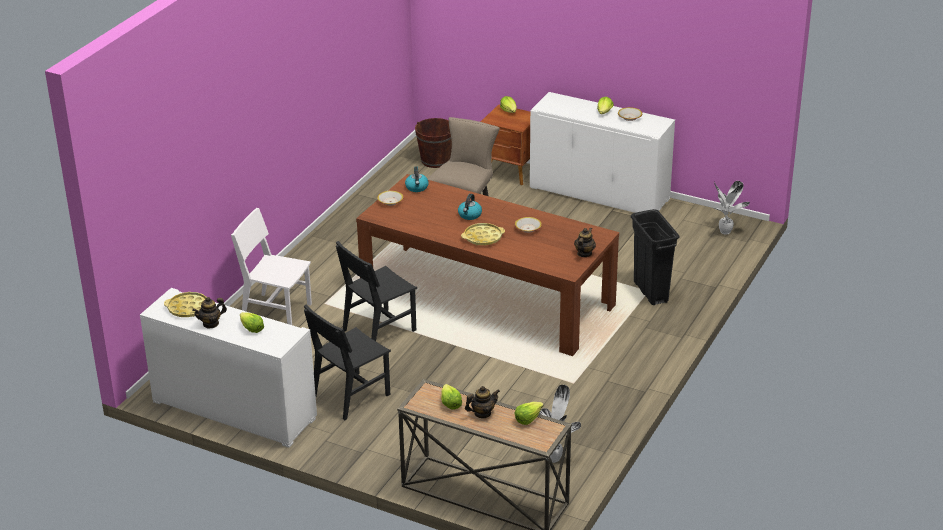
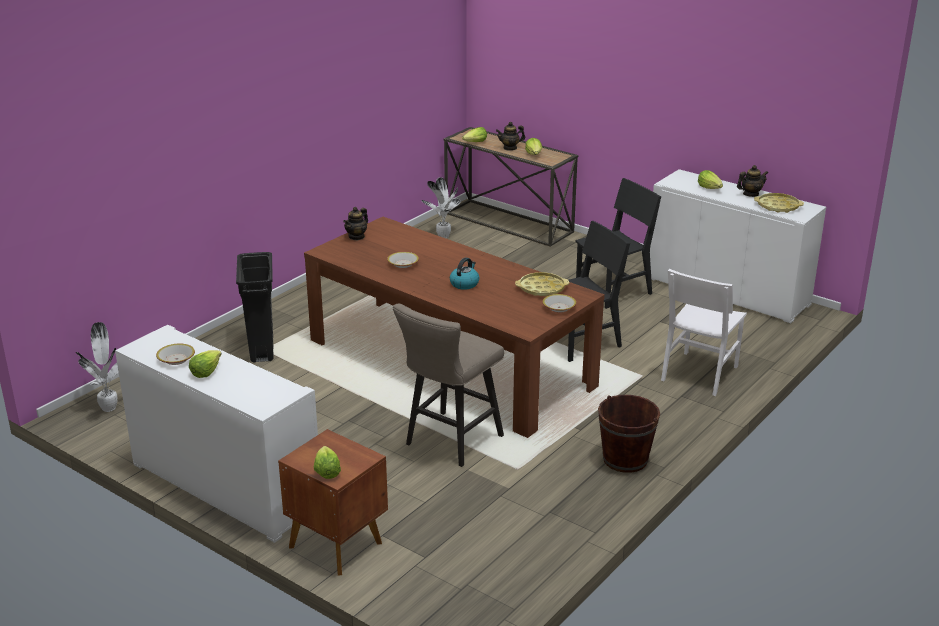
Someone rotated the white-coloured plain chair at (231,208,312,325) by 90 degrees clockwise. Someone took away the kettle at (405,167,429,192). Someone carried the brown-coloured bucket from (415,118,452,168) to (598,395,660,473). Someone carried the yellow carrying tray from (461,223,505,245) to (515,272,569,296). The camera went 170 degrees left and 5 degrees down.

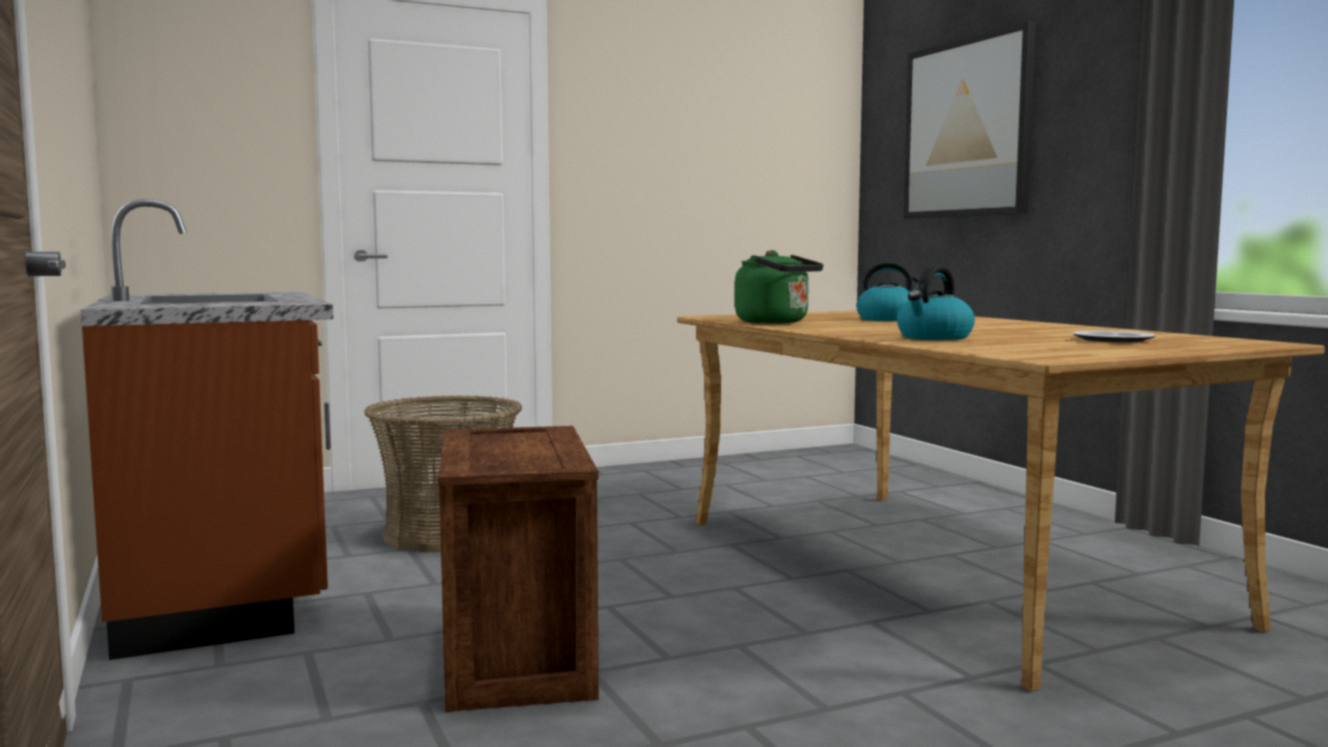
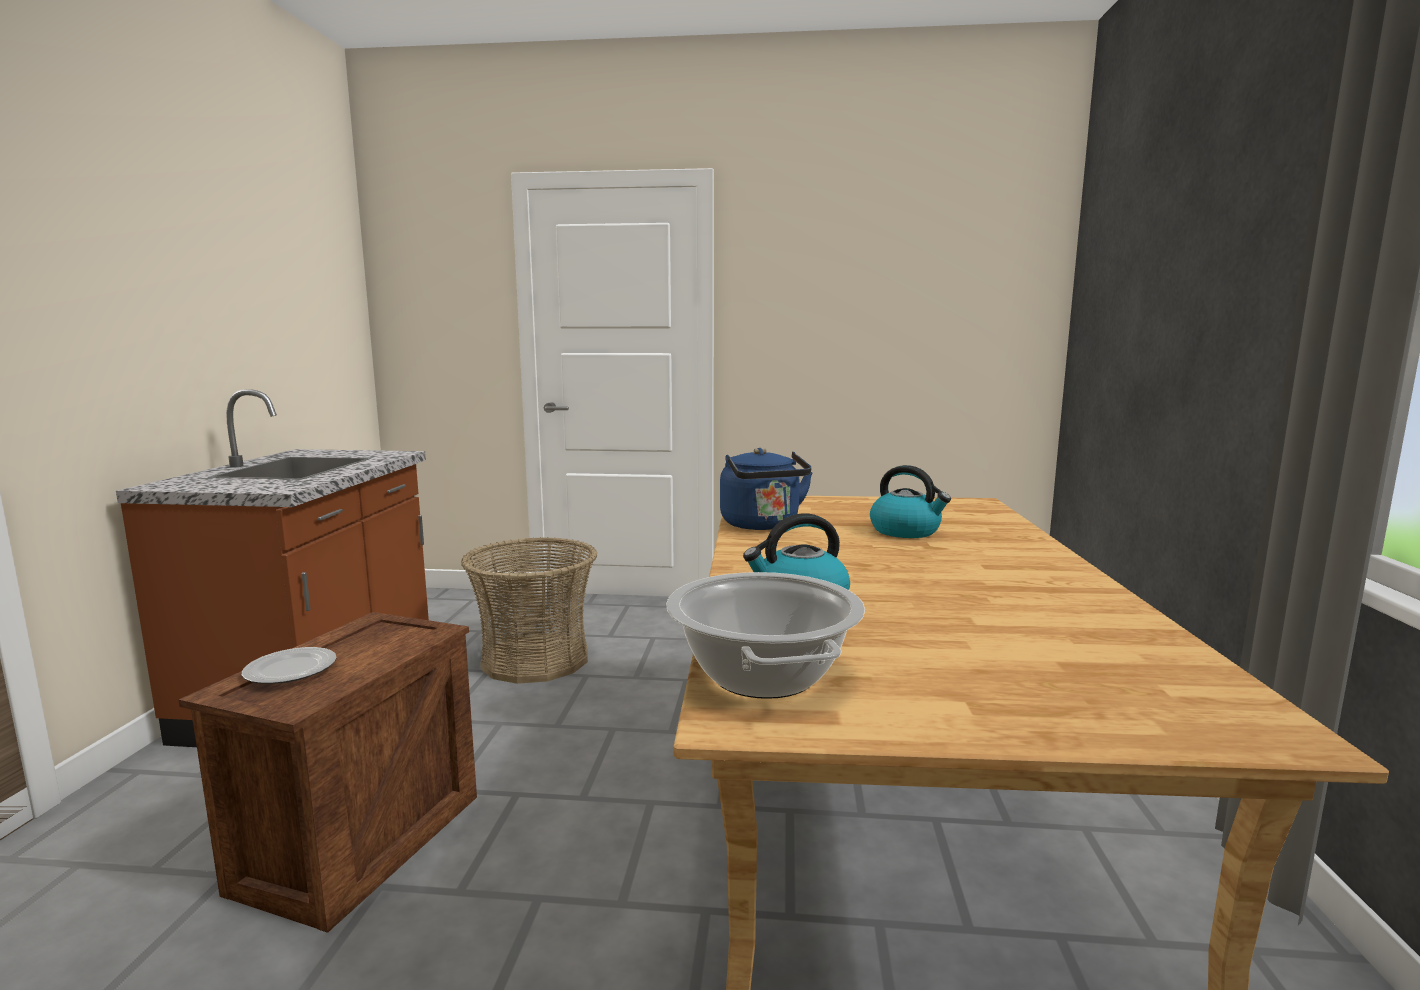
Someone repainted the green kettle at (735,250,823,324), which became the blue-coloured kettle at (720,448,812,530). Someone took away the picture at (904,21,1036,219). Someone carried the plate from (1072,331,1156,343) to (242,647,337,684). Someone put down the stockpot at (666,572,865,699). The camera went 30 degrees right and 5 degrees up.

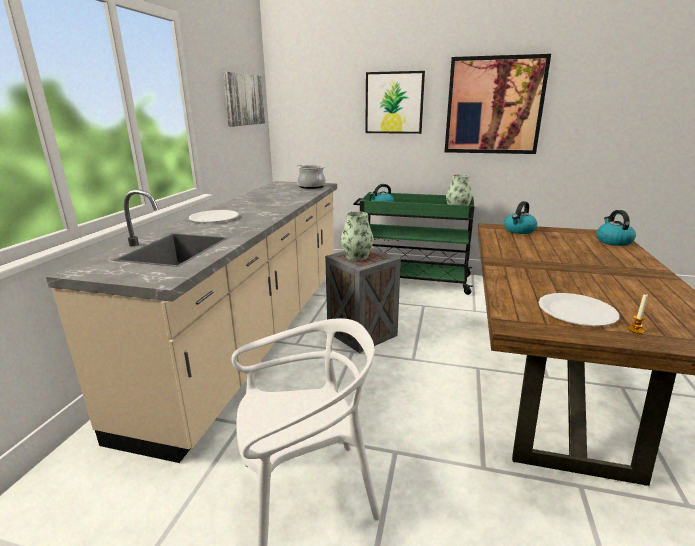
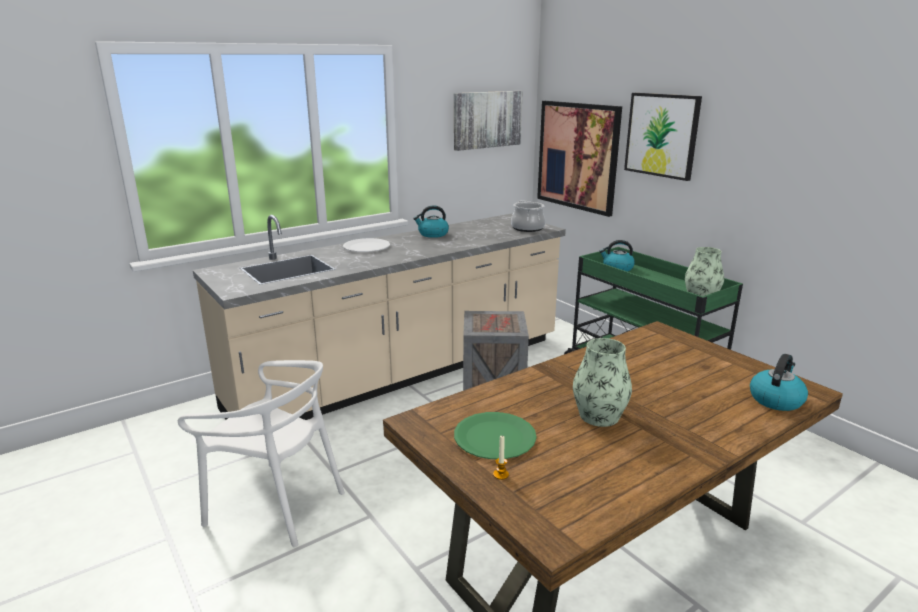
Someone carried the vase from (341,211,373,261) to (573,338,632,427). Someone carried the picture from (445,54,551,154) to (537,101,622,217). Someone carried the kettle from (504,201,537,234) to (413,205,449,238). Someone repainted the white-coloured plate at (538,293,619,326), which became the green plate at (454,412,537,459). The camera went 40 degrees right and 0 degrees up.

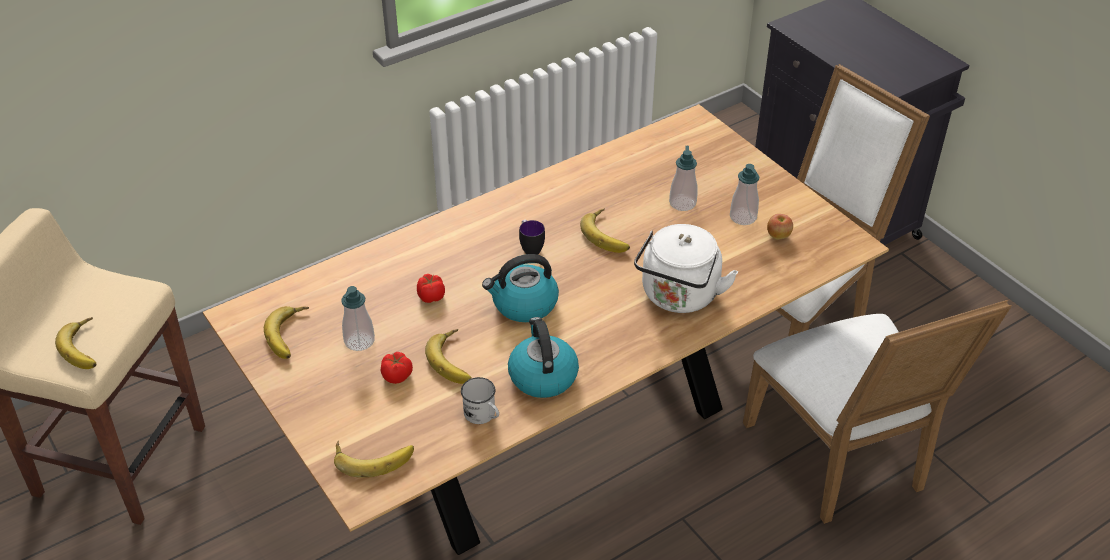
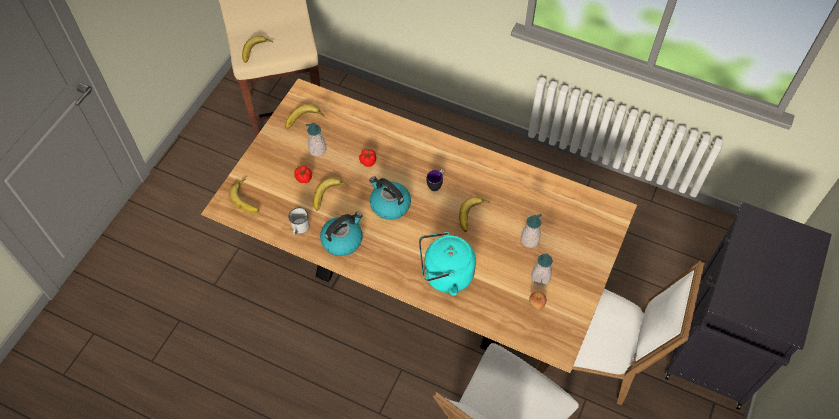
Someone repainted the white-coloured kettle at (634,224,738,313), which became the blue-green kettle at (419,232,476,296). The camera went 60 degrees right and 15 degrees up.

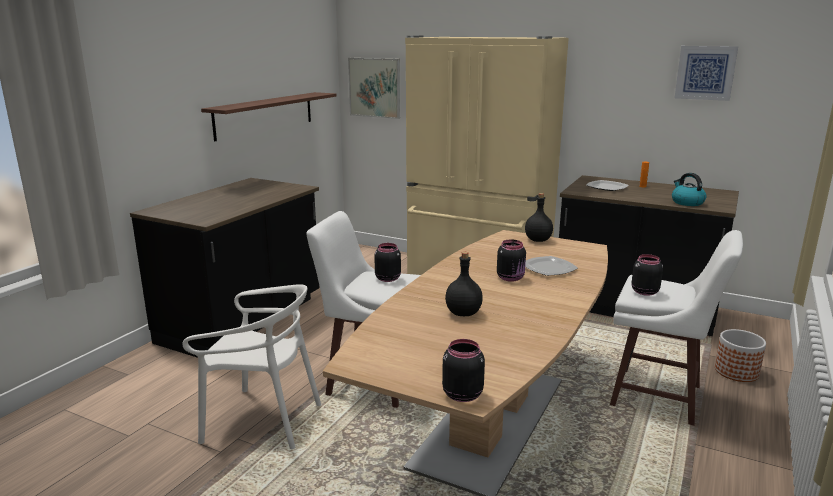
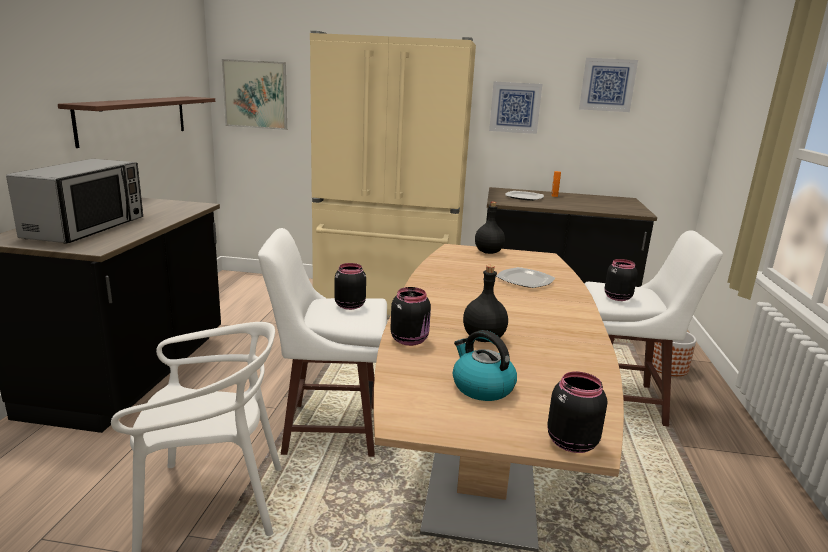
Someone carried the black-coloured preserve jar from (497,239,526,282) to (390,287,431,346). Someone carried the kettle from (672,173,706,206) to (453,330,517,401). Someone put down the microwave oven at (6,159,143,244). Someone put up the picture at (489,82,542,134). The camera went 20 degrees left and 0 degrees up.

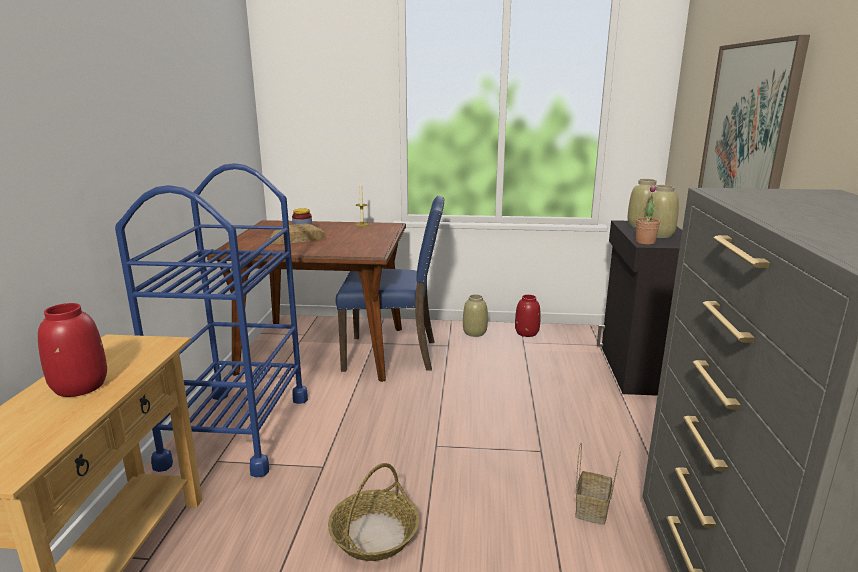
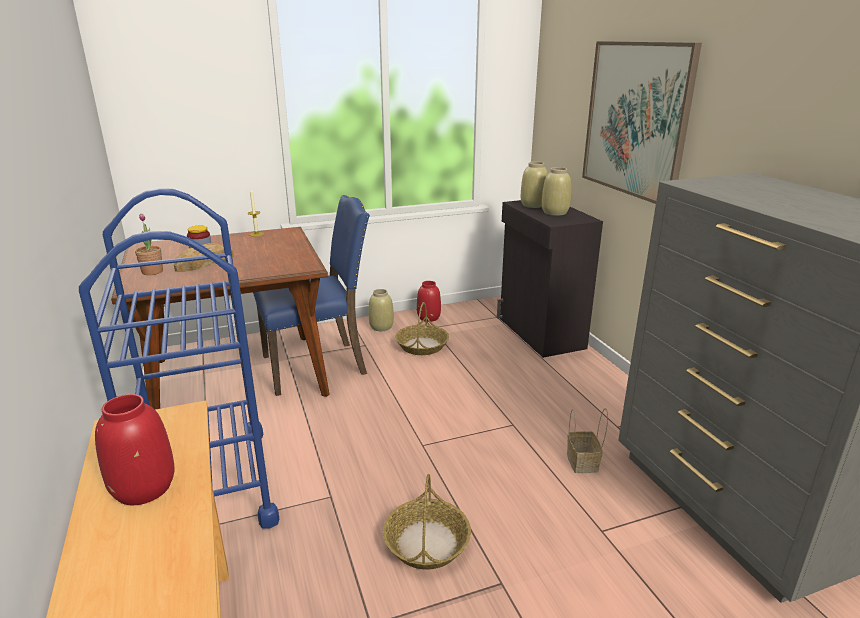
Someone carried the potted plant from (636,185,660,245) to (135,214,163,275). Someone put down the basket at (395,302,449,355). The camera went 25 degrees left and 5 degrees up.

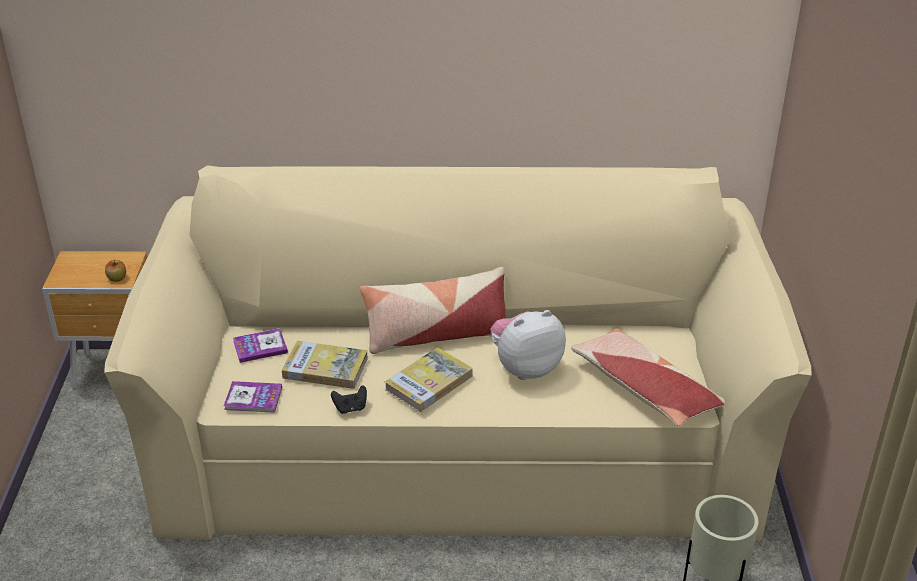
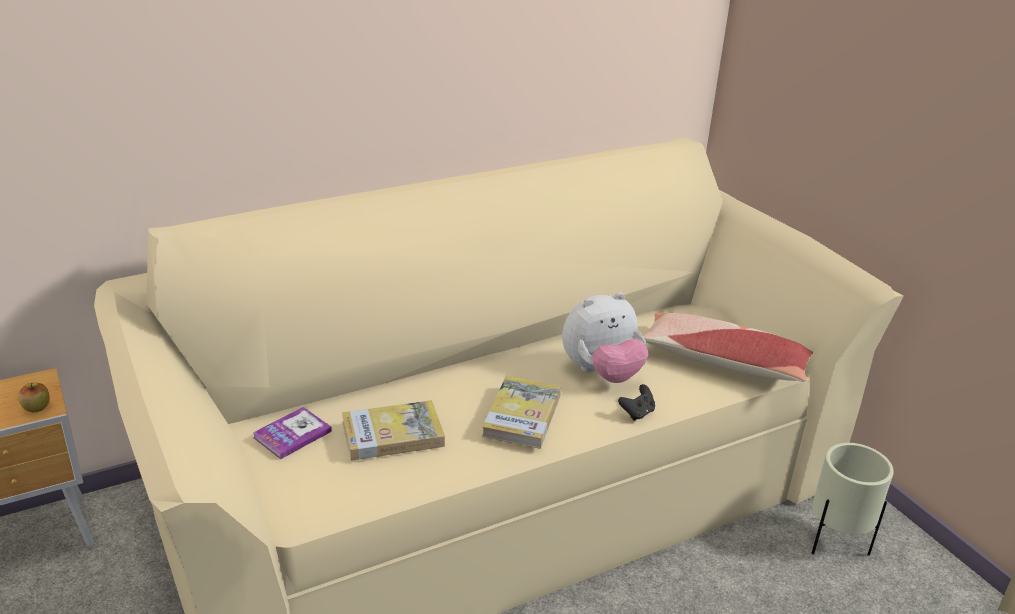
Someone took away the volume at (224,381,282,413). Someone carried the black-coloured joypad from (331,385,367,414) to (618,384,655,421). Someone took away the pillow at (360,267,506,354). Someone rotated the soft toy at (490,310,566,380) by 150 degrees counterclockwise. The camera went 30 degrees left and 5 degrees down.

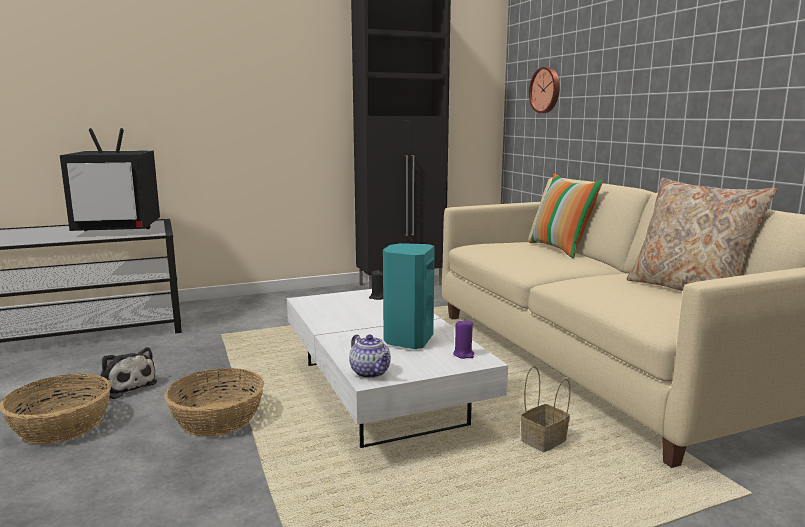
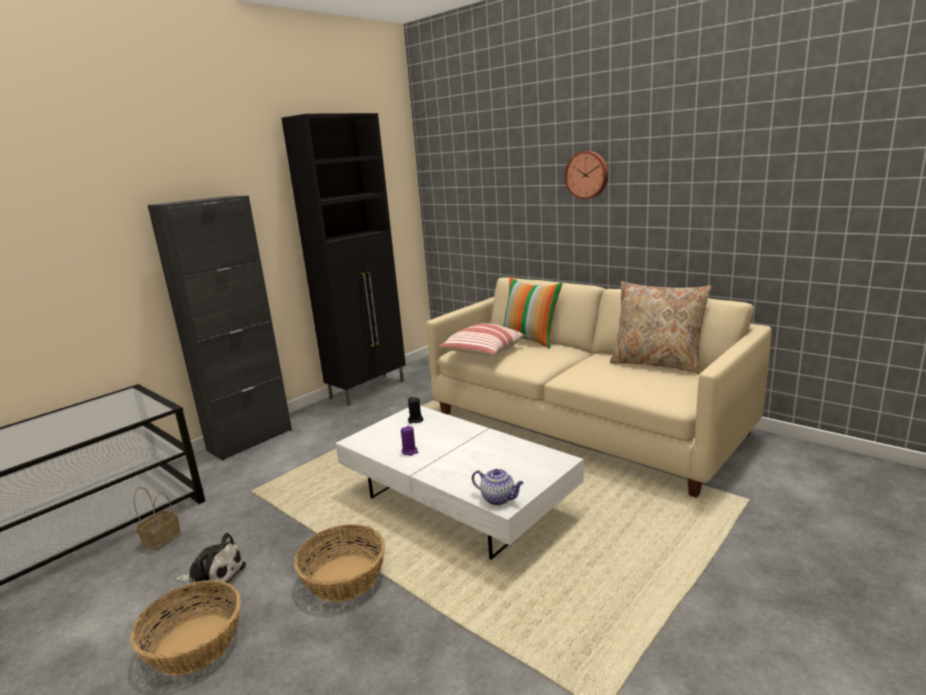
Someone took away the TV at (60,128,160,231). Someone took away the blue-green speaker at (383,243,435,349). Someone carried the purple-coloured wax candle from (453,319,474,359) to (401,426,418,456). Someone carried the basket from (520,366,570,452) to (133,487,181,551). Someone carried the wall clock from (529,67,560,113) to (565,151,608,199). Someone put down the black-coloured cupboard at (148,196,292,461). Someone put down the pillow at (438,323,526,356). The camera went 25 degrees left and 5 degrees up.

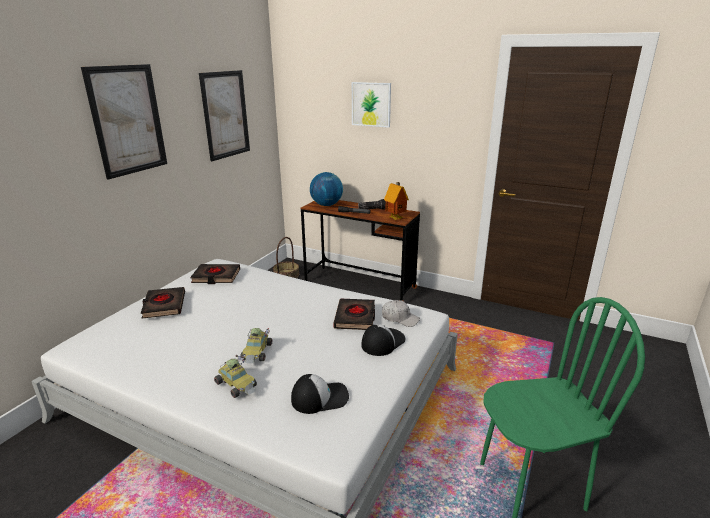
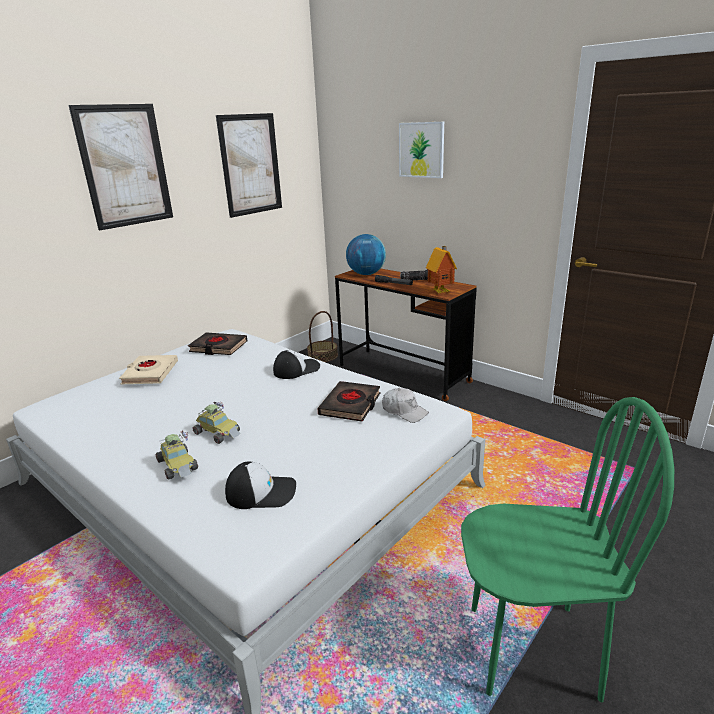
Someone repainted the black-coloured volume at (141,287,185,319), which became the beige-coloured volume at (119,355,178,384). Someone rotated the toy car at (240,328,272,364) by 75 degrees counterclockwise. Someone carried the baseball cap from (361,324,405,356) to (273,350,320,379). The camera went 15 degrees right and 0 degrees up.

